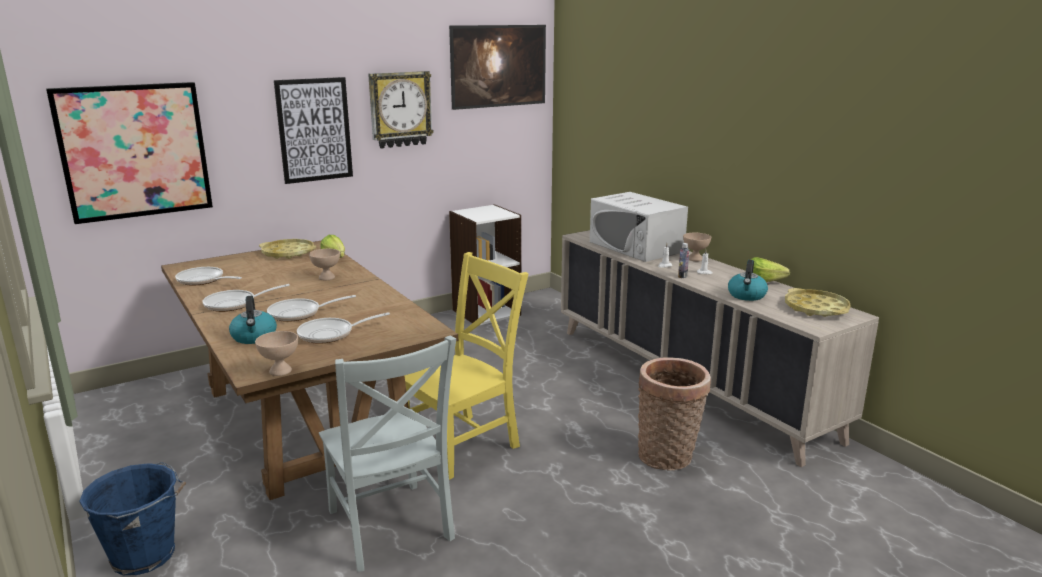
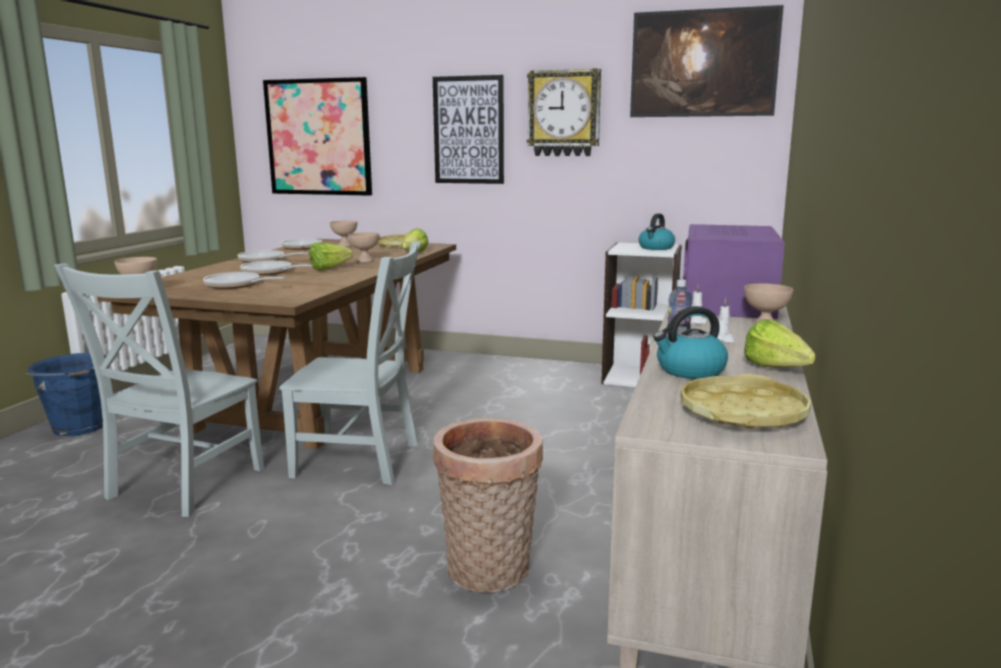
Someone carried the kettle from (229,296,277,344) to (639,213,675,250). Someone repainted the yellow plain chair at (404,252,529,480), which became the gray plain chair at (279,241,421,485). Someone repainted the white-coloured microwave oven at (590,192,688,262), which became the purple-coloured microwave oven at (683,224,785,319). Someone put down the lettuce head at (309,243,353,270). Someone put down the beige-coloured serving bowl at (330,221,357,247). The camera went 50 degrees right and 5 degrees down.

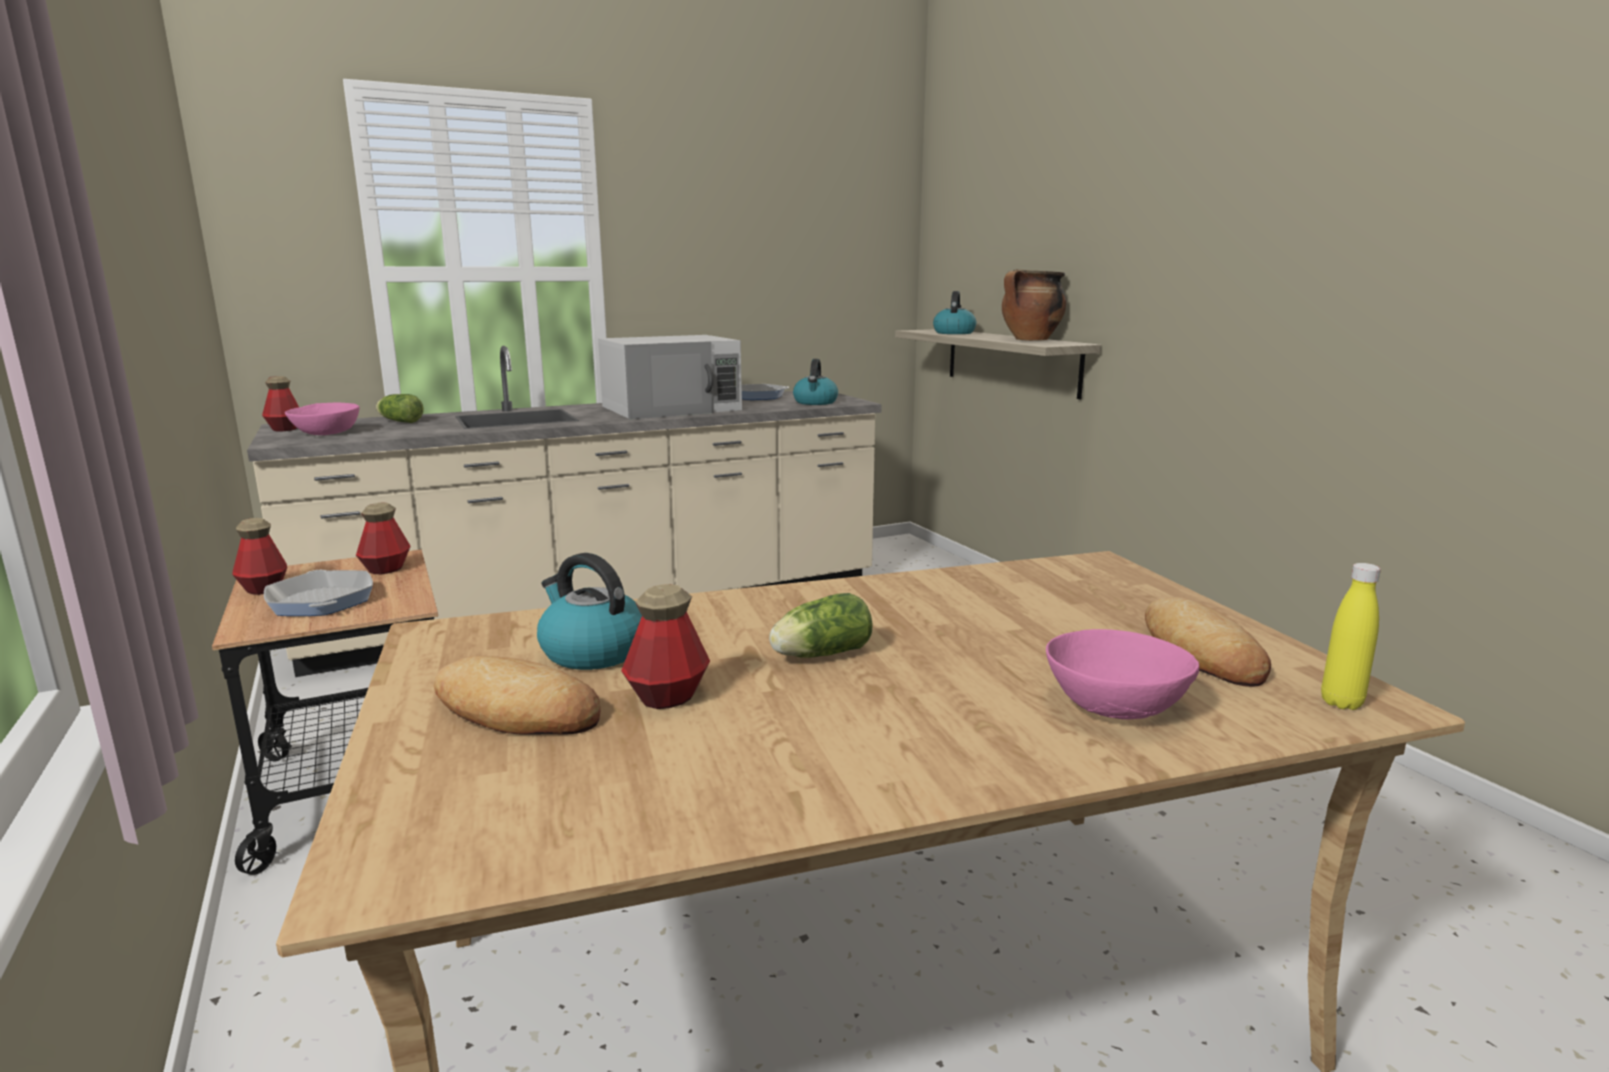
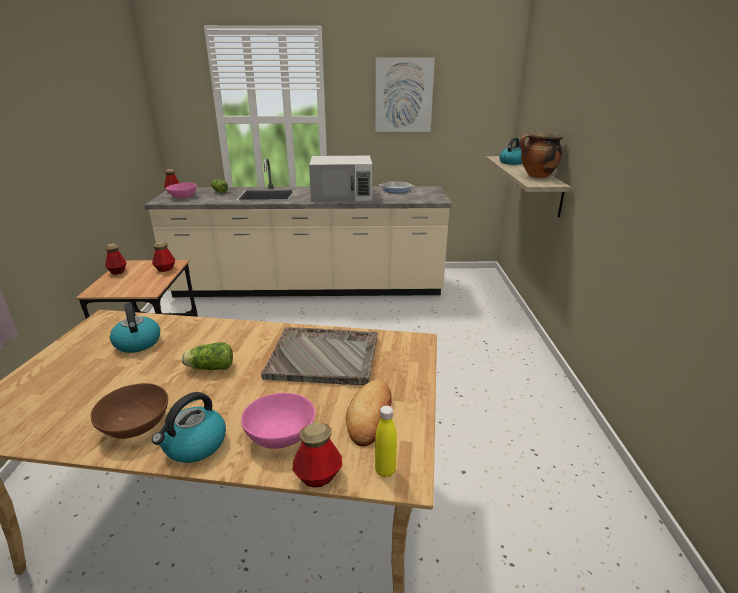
Someone took away the pan at (264,570,373,616). Someone took away the bread at (434,656,600,735). Someone carried the drink bottle from (621,584,710,709) to (292,422,342,488). Someone carried the kettle from (793,359,838,405) to (152,392,226,463). Someone put down the brown-coloured serving bowl at (91,383,168,439). Someone put down the gray carrying tray at (261,327,378,385). Someone put up the picture at (375,58,435,132). The camera went 25 degrees right and 10 degrees up.

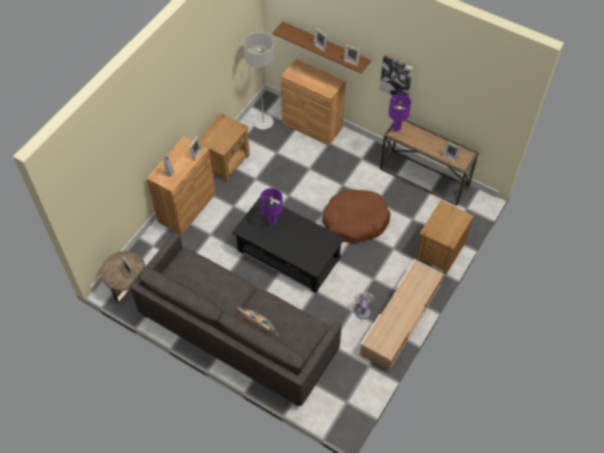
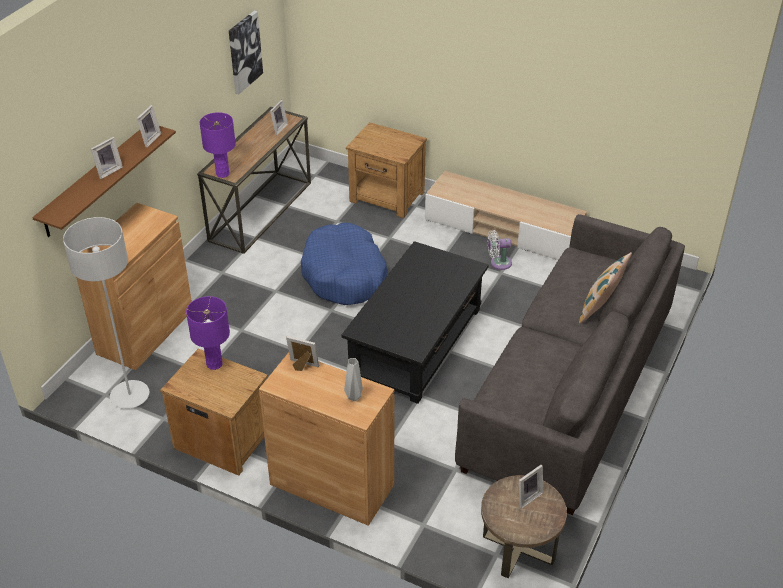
Someone carried the purple-coloured lamp for a table from (260,188,283,225) to (186,296,230,370). Someone repainted the brown-coloured dog cushion at (322,189,391,243), which became the blue-coloured dog cushion at (301,223,388,305). Someone carried the picture from (380,56,413,96) to (229,11,263,94). The camera went 95 degrees left and 15 degrees down.

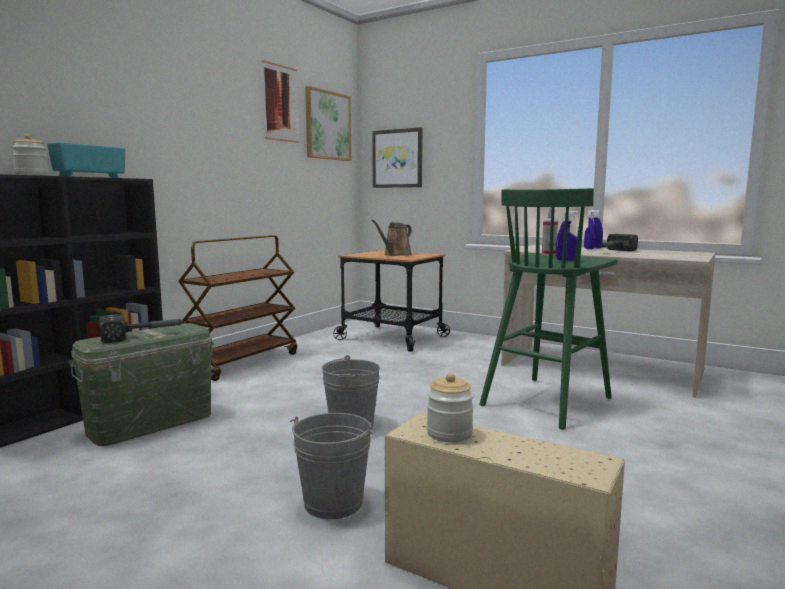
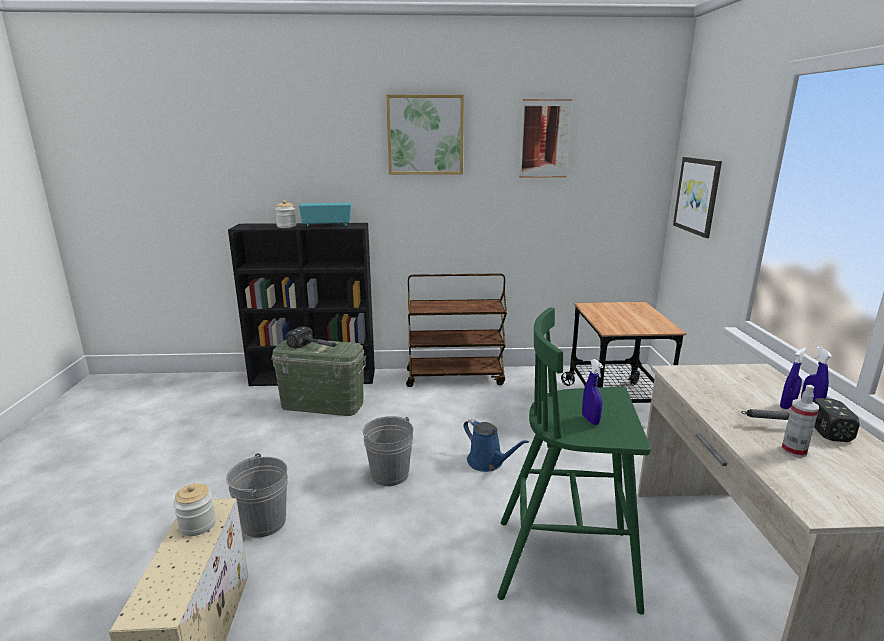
Someone carried the picture from (305,86,351,161) to (386,94,464,175). Someone took away the brown-coloured sprinkling can at (372,220,412,256). Someone carried the spray bottle from (542,207,558,256) to (781,385,819,458). Someone put down the blue-coloured sprinkling can at (463,419,529,472). The camera went 55 degrees right and 10 degrees up.

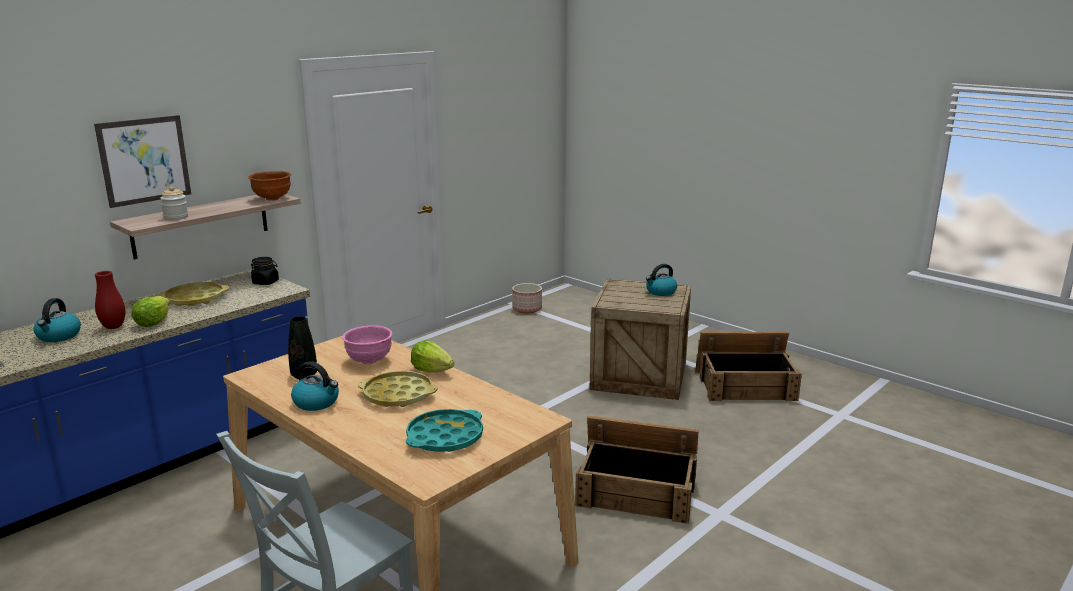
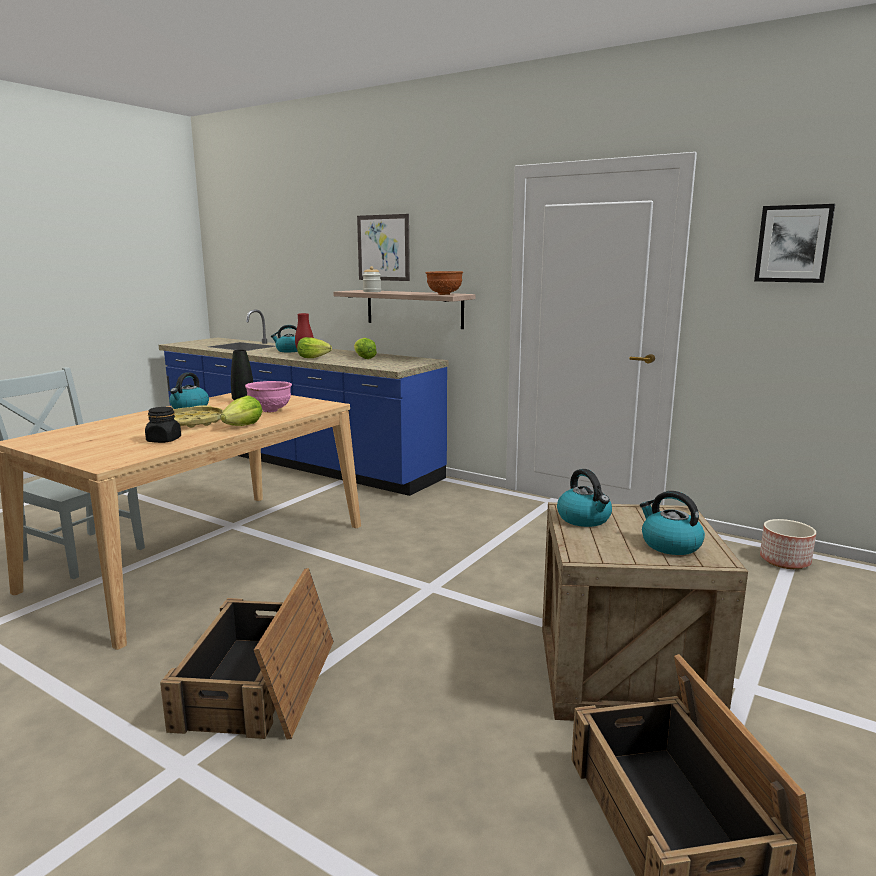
Someone swapped the yellow carrying tray at (158,282,229,306) for the lettuce head at (354,338,377,359). Someone carried the black-coloured preserve jar from (251,257,279,285) to (145,407,181,443). Someone took away the blue-green carrying tray at (406,409,483,452). Someone put down the kettle at (557,469,612,527). Someone put up the picture at (754,204,835,283). The camera went 80 degrees right and 5 degrees down.

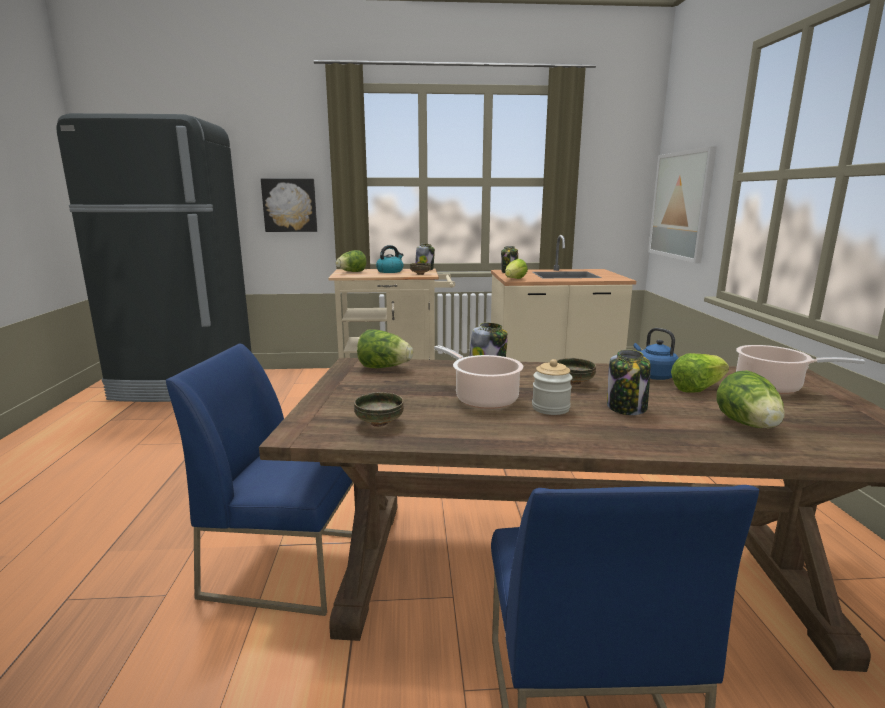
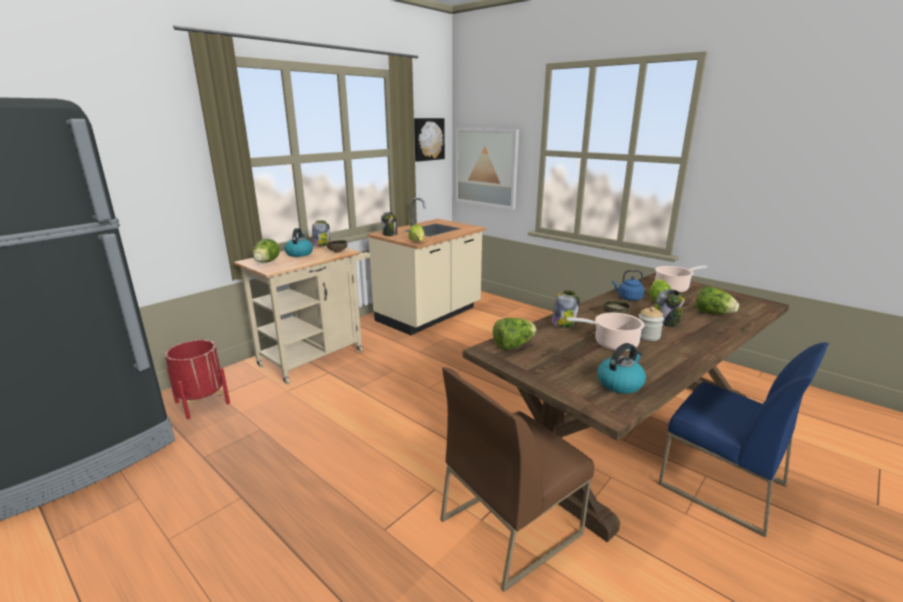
Someone repainted the blue-coloured plain chair at (166,343,354,616), which became the brown-coloured plain chair at (441,367,594,592). Someone carried the picture from (261,179,317,232) to (414,118,445,162). Someone swapped the serving bowl at (354,392,404,427) for the kettle at (597,343,646,394). Someone put down the red planter at (165,340,230,419). The camera went 45 degrees left and 5 degrees up.

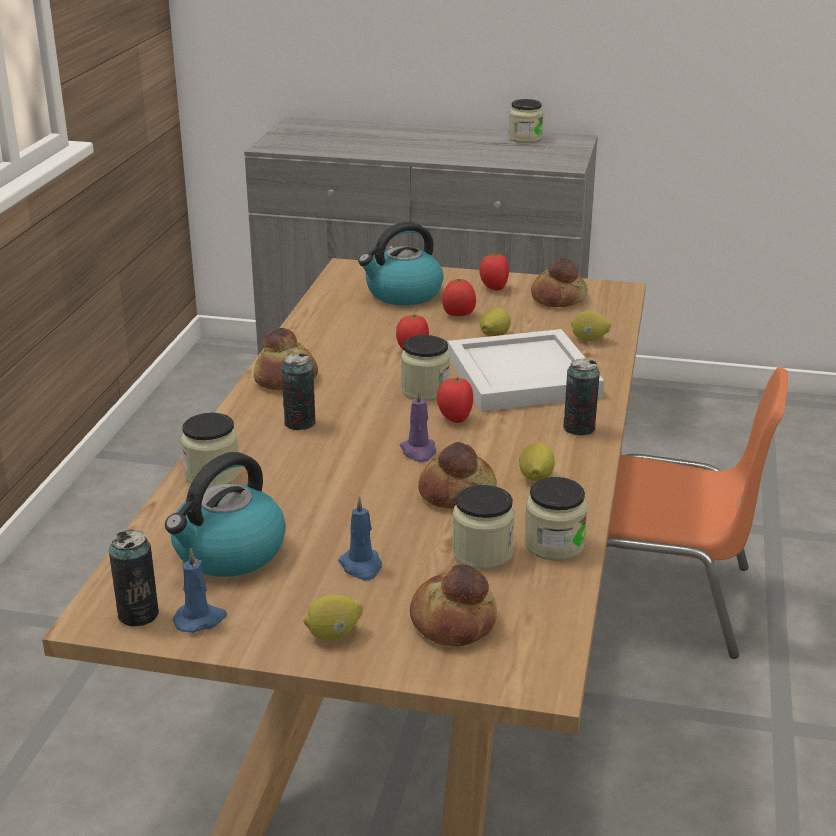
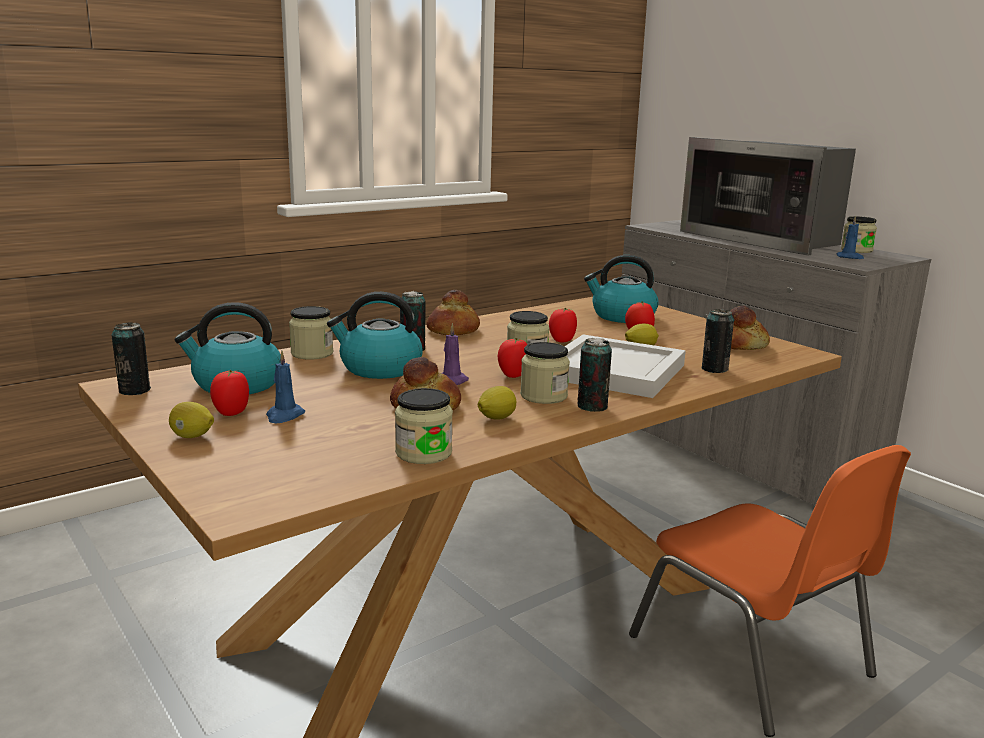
Someone carried the blue-coloured wax candle from (173,548,227,633) to (837,215,864,259). Someone took away the bread at (410,564,497,646). Someone carried the preserve jar from (452,485,515,569) to (520,342,570,404). Someone carried the whole tomato from (479,254,509,291) to (210,370,249,416). Someone swapped the lemon at (571,311,611,341) for the can at (702,309,734,373). Someone put down the kettle at (327,292,423,379). Someone put down the microwave oven at (680,137,856,256). The camera went 40 degrees right and 10 degrees down.

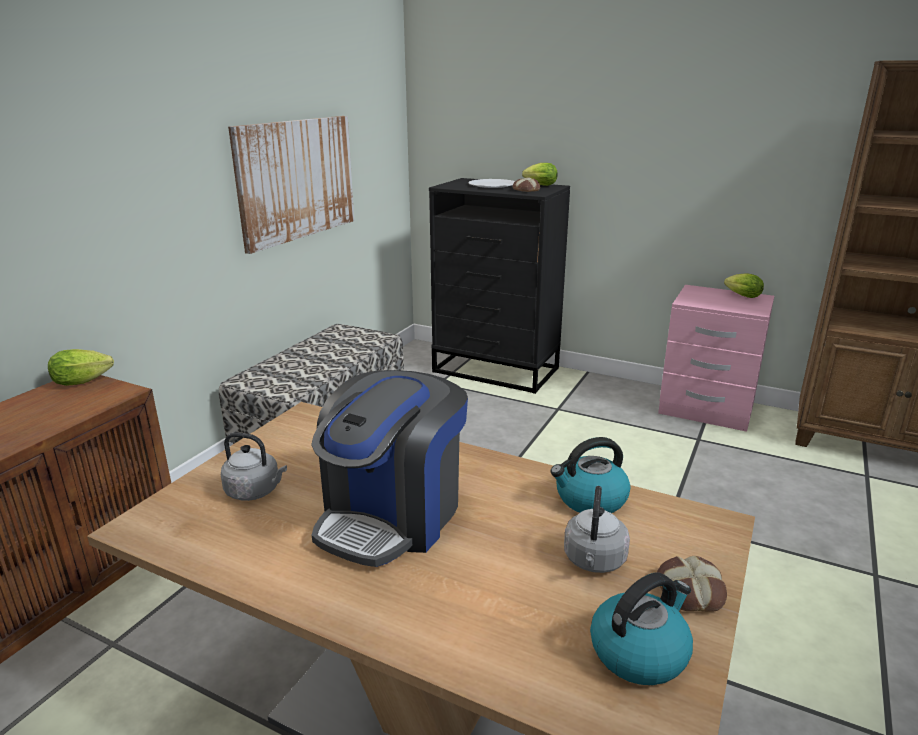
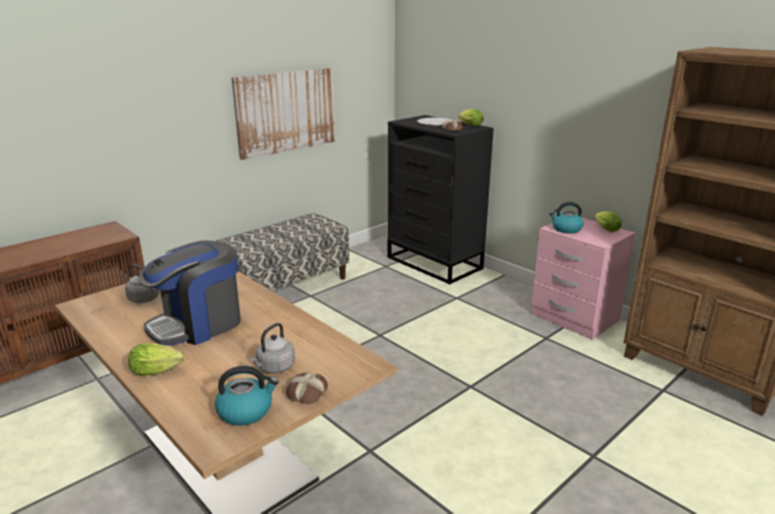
Someone carried the lettuce head from (48,349,114,386) to (128,343,184,376). Someone carried the kettle from (550,437,630,513) to (549,202,584,234). The camera went 20 degrees right and 0 degrees up.

